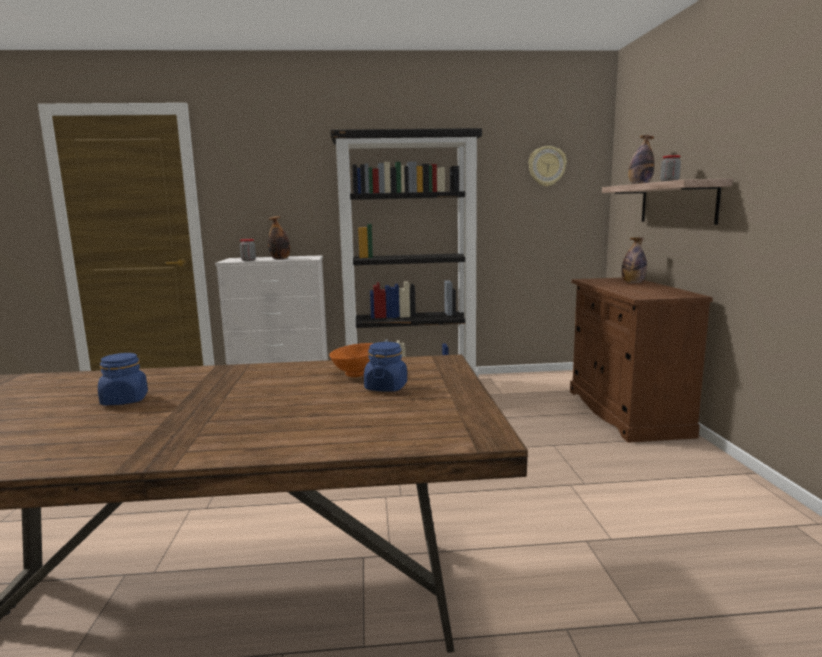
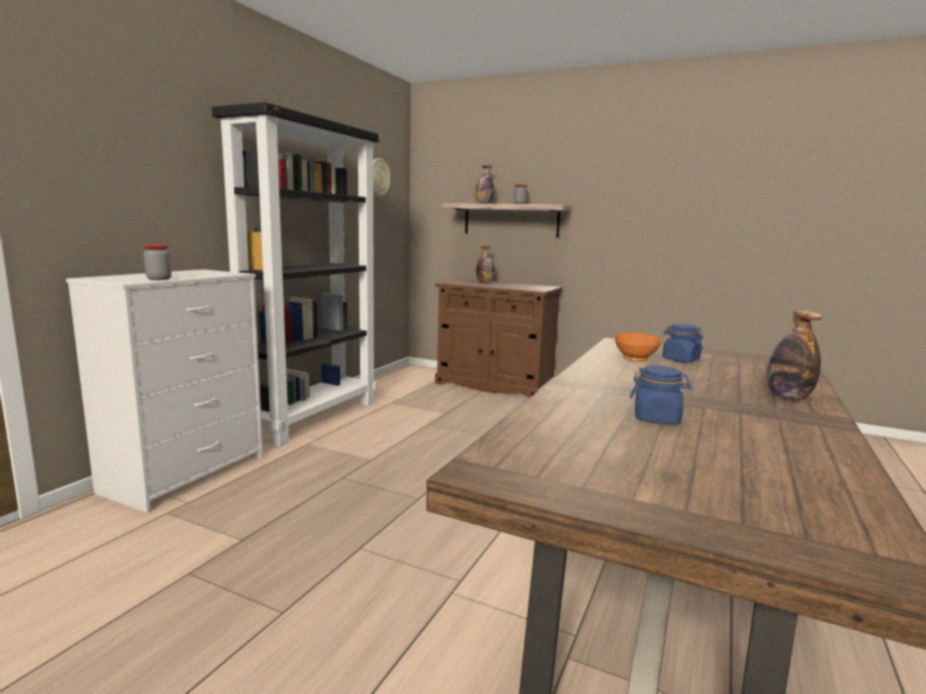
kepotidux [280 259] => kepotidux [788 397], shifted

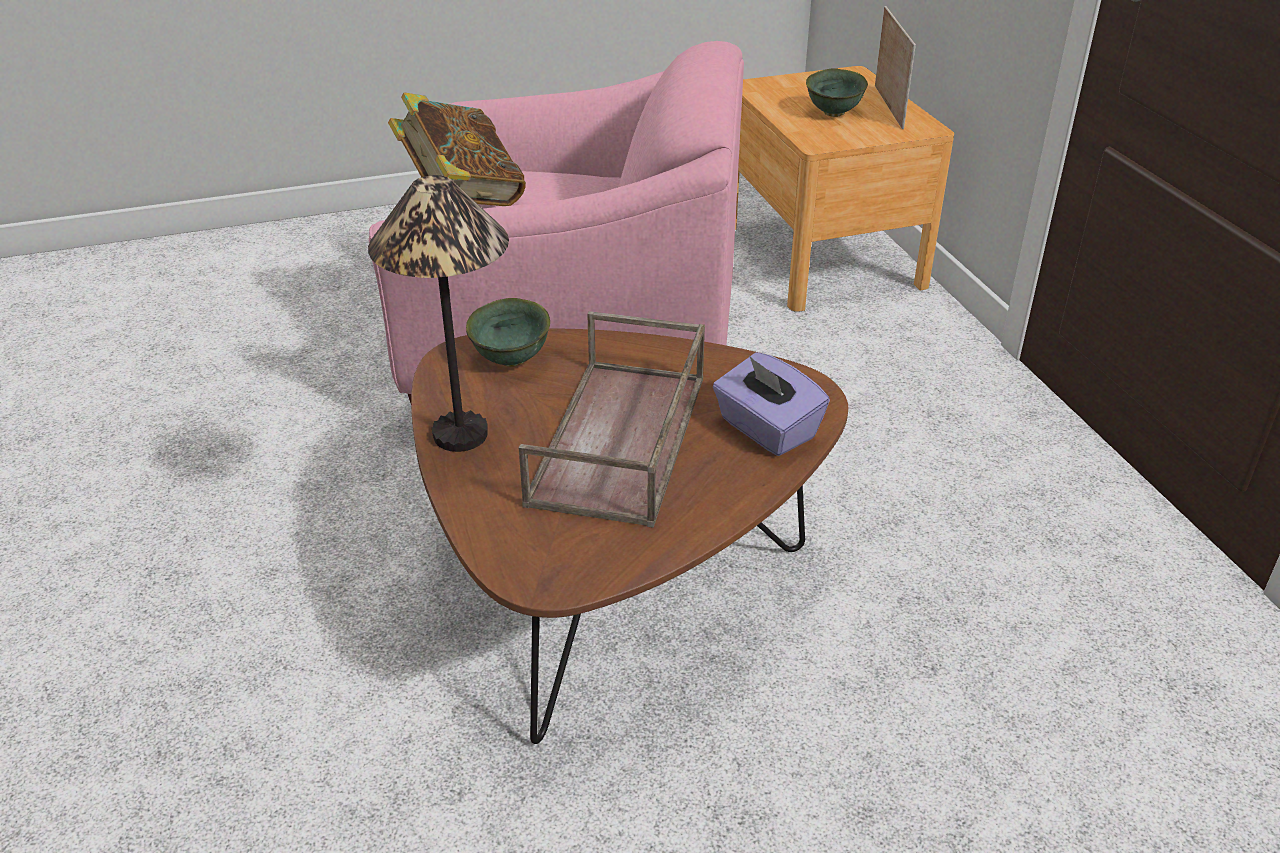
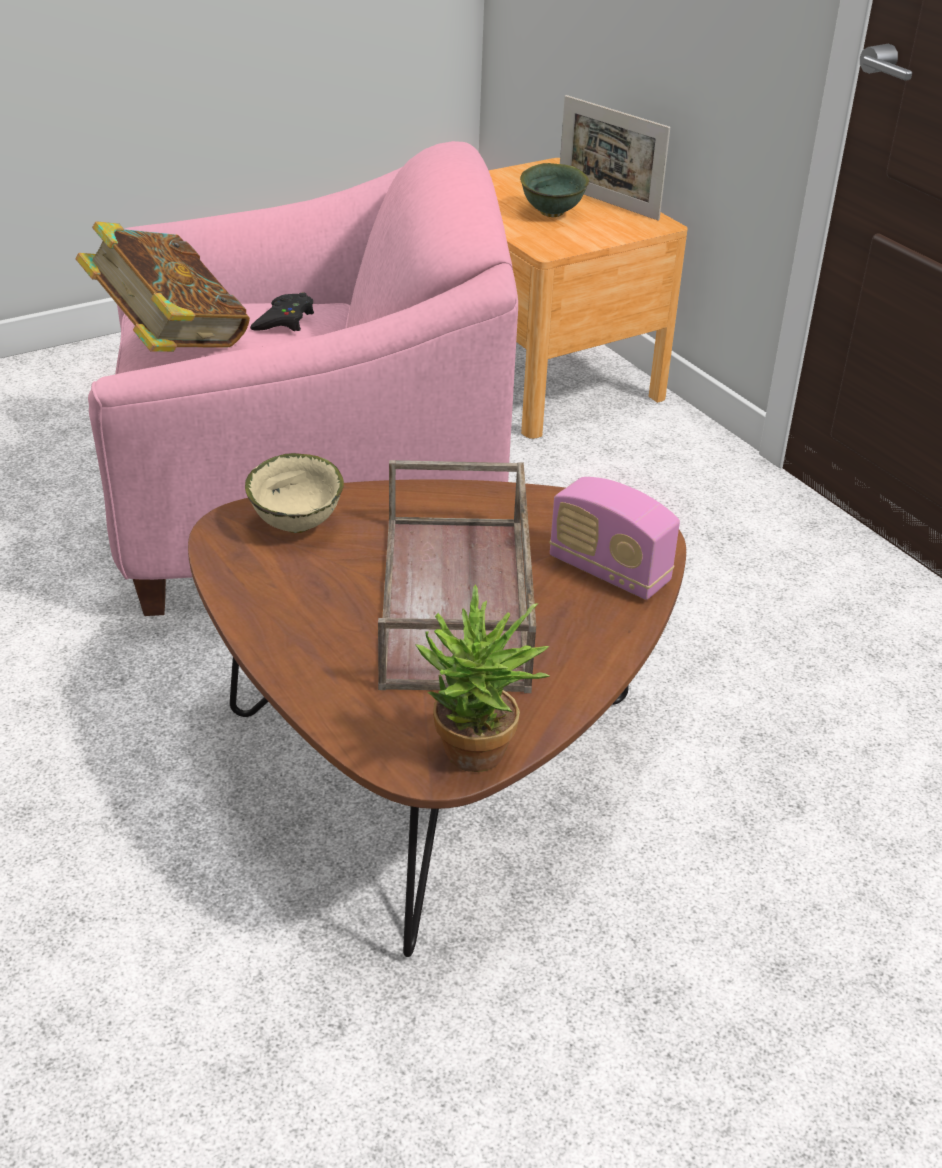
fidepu [888 106] => fidepu [607 202], 150 degrees clockwise
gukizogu [459 436] => nothing
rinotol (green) [513 360] => rinotol (beige) [298 525]
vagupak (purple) [766 430] => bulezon [609 571]
nothing => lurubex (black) [284 320]
nothing => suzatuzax [475 761]

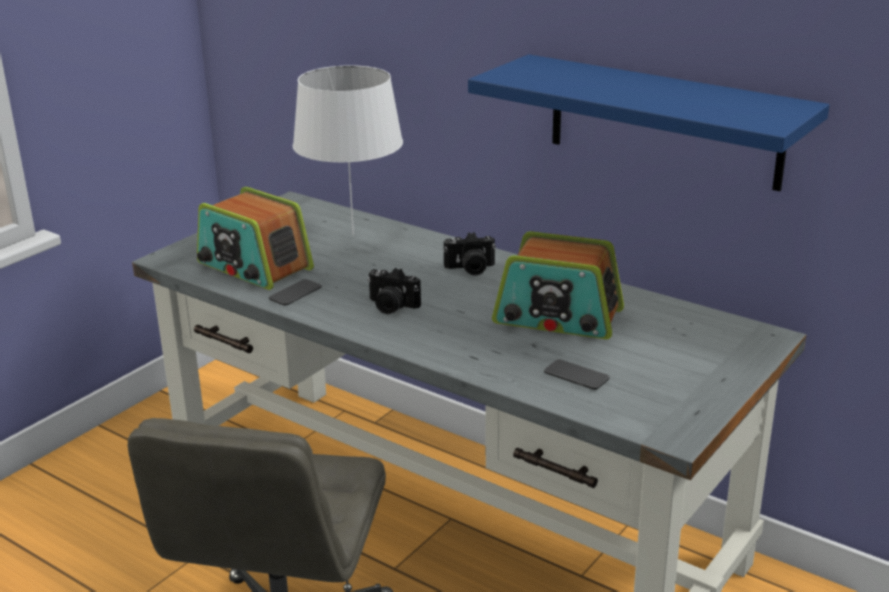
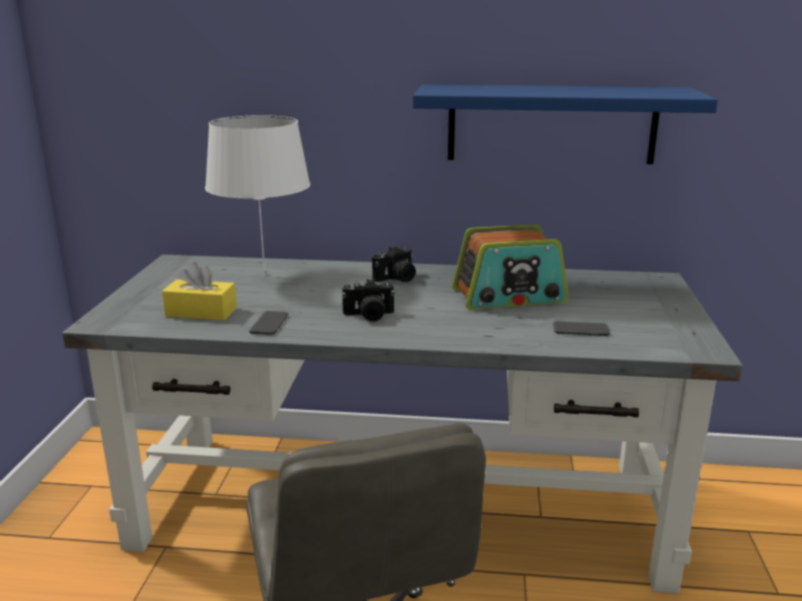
bulezon [254 266] => vagupak (yellow) [201 312]

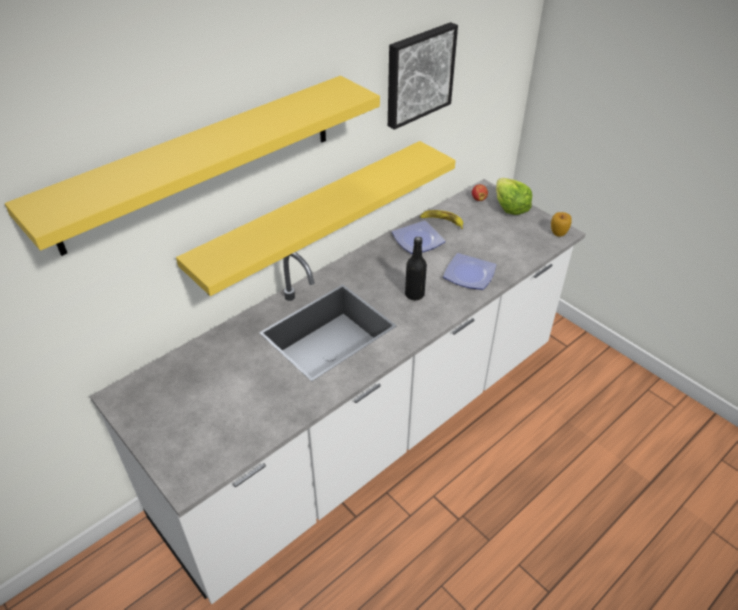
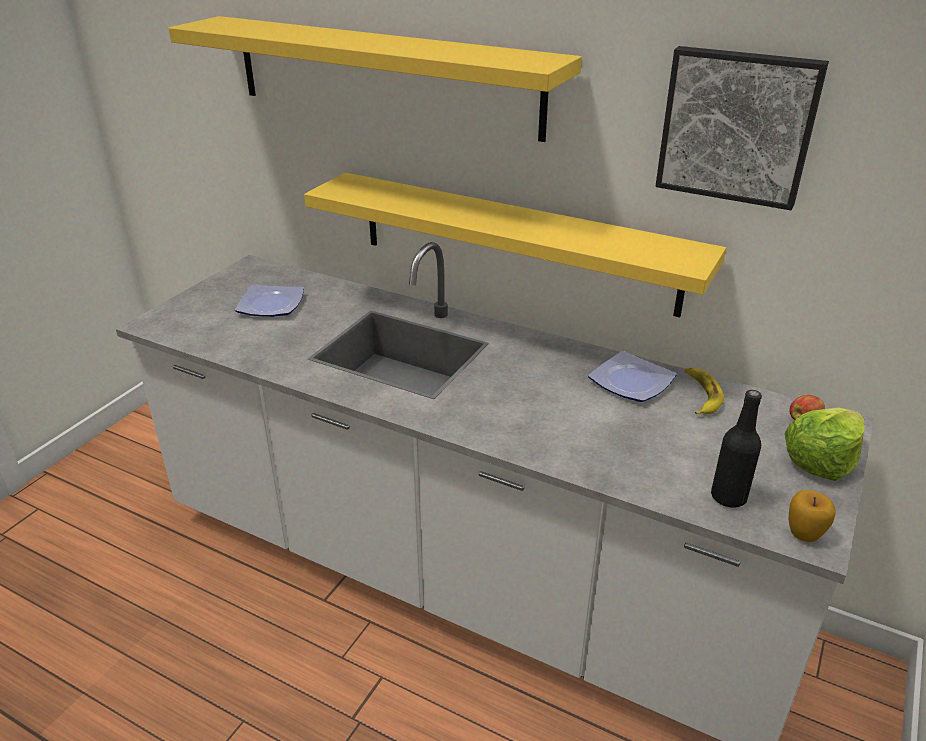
kepotidux (black) [414 294] => kepotidux (black) [728 497], shifted
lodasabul [468 274] => lodasabul [272 304], shifted

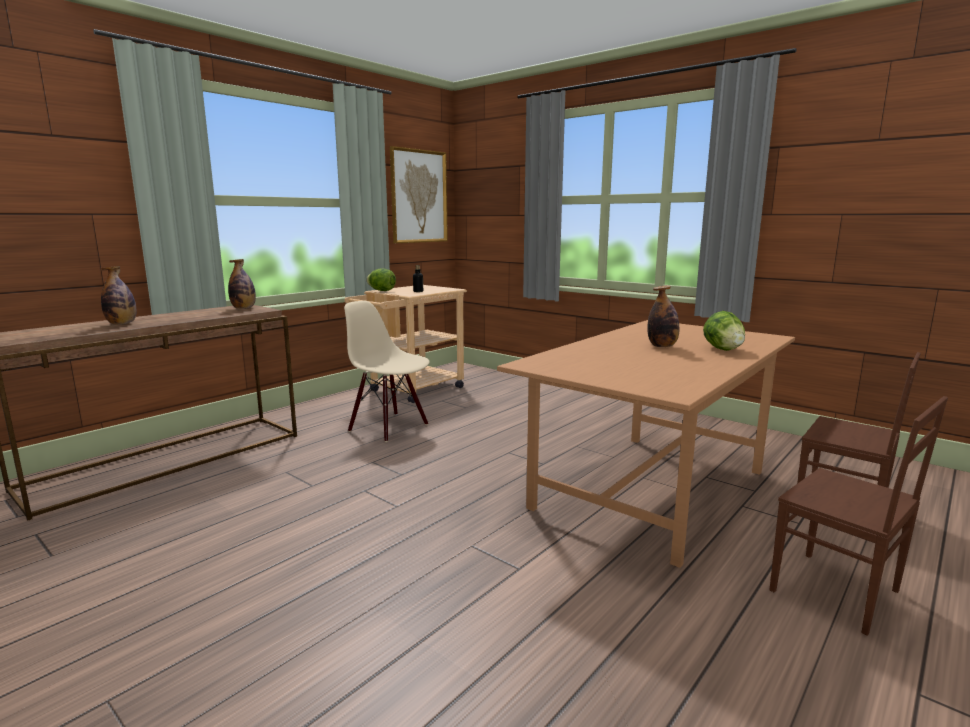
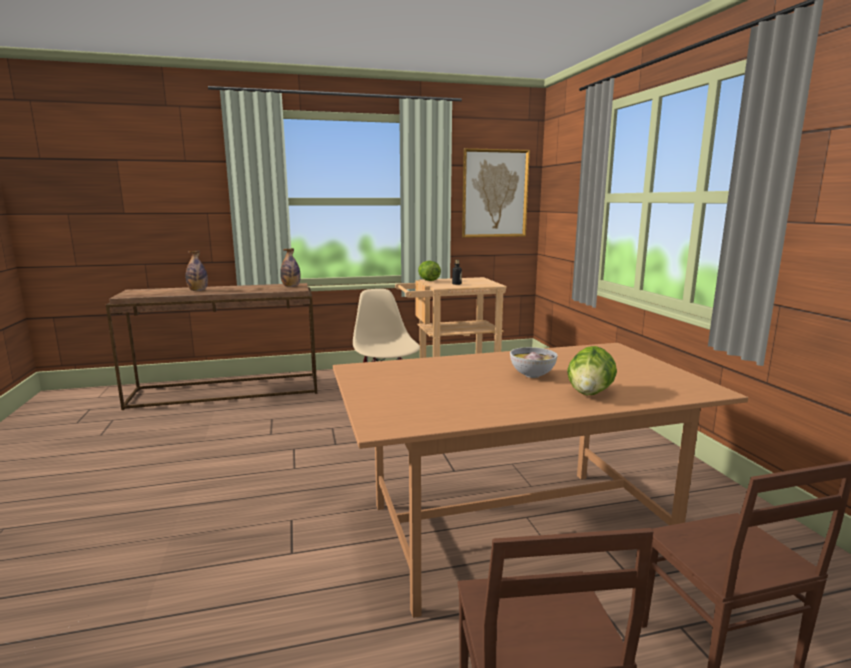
kepotidux [662 346] => rinotol [532 375]

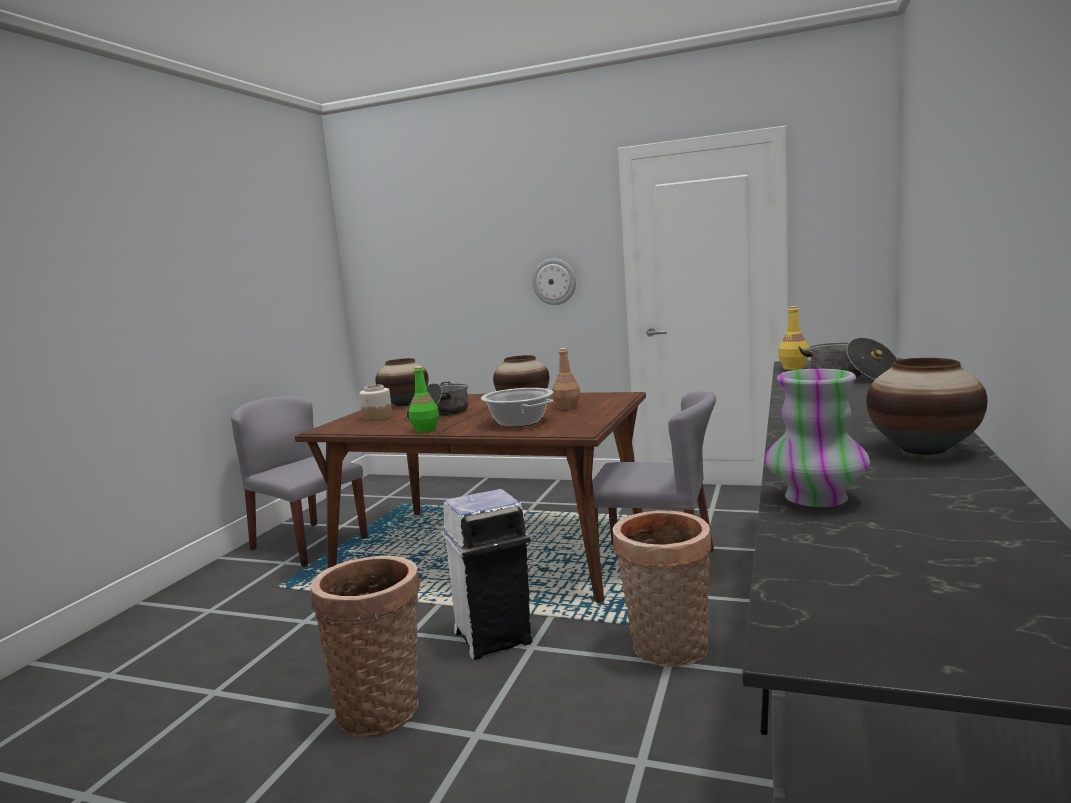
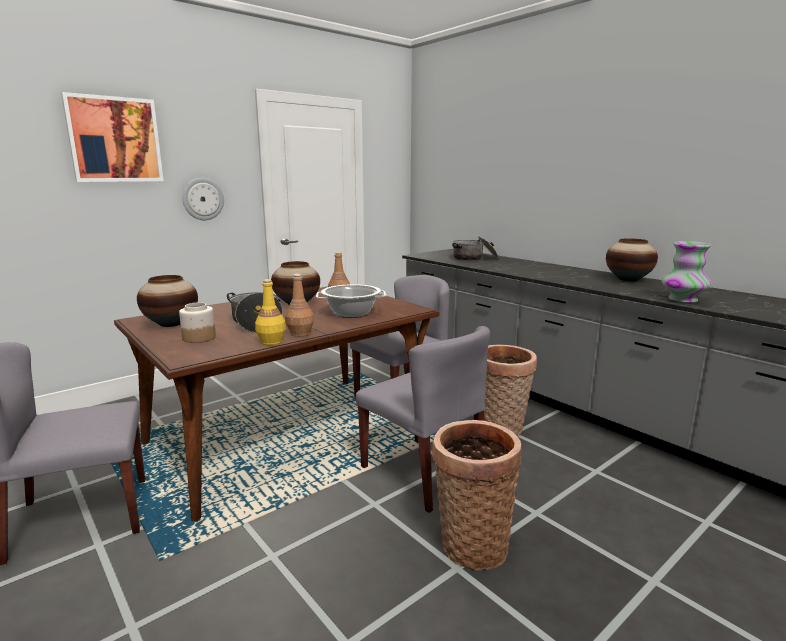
kepotidux (yellow) [793 368] => kepotidux (yellow) [271 342], shifted
kepotidux (green) [425 430] => kepotidux (brown) [300 333]
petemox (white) [494 637] => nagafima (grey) [424 472]
nothing => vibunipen [115 140]

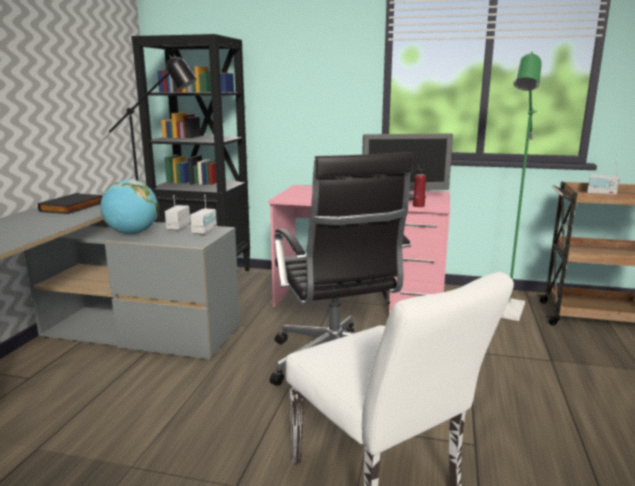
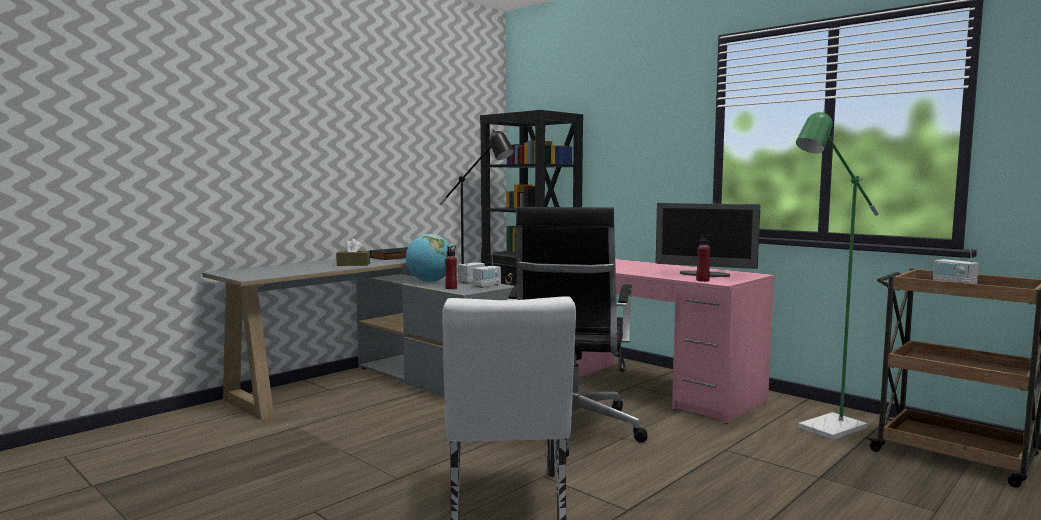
nothing => vagupak (brown) [353 264]
nothing => kepotidux (red) [451 288]

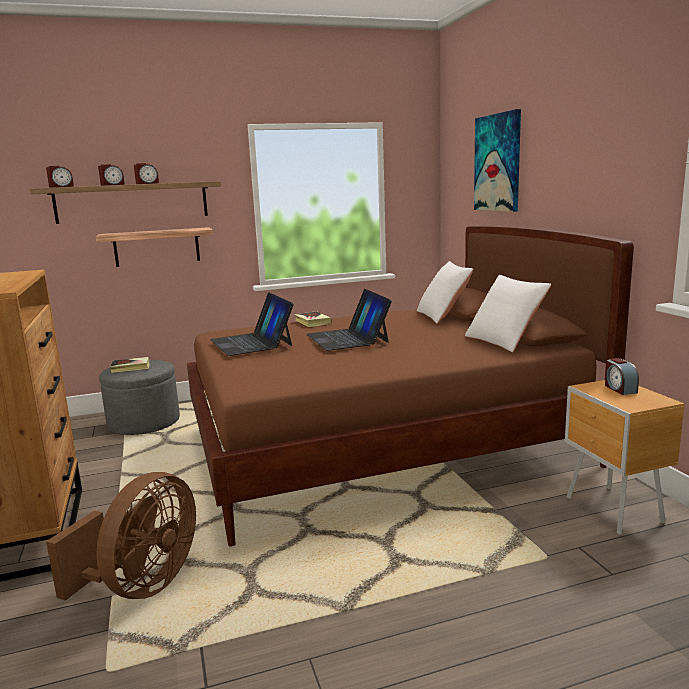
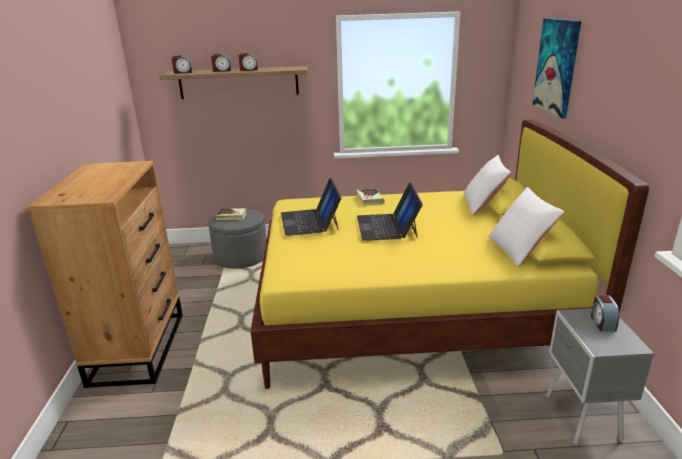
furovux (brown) [382 447] => furovux (yellow) [411 312]
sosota [157 247] => nothing
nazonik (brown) [614 511] => nazonik (grey) [582 419]
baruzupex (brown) [142 585] => nothing

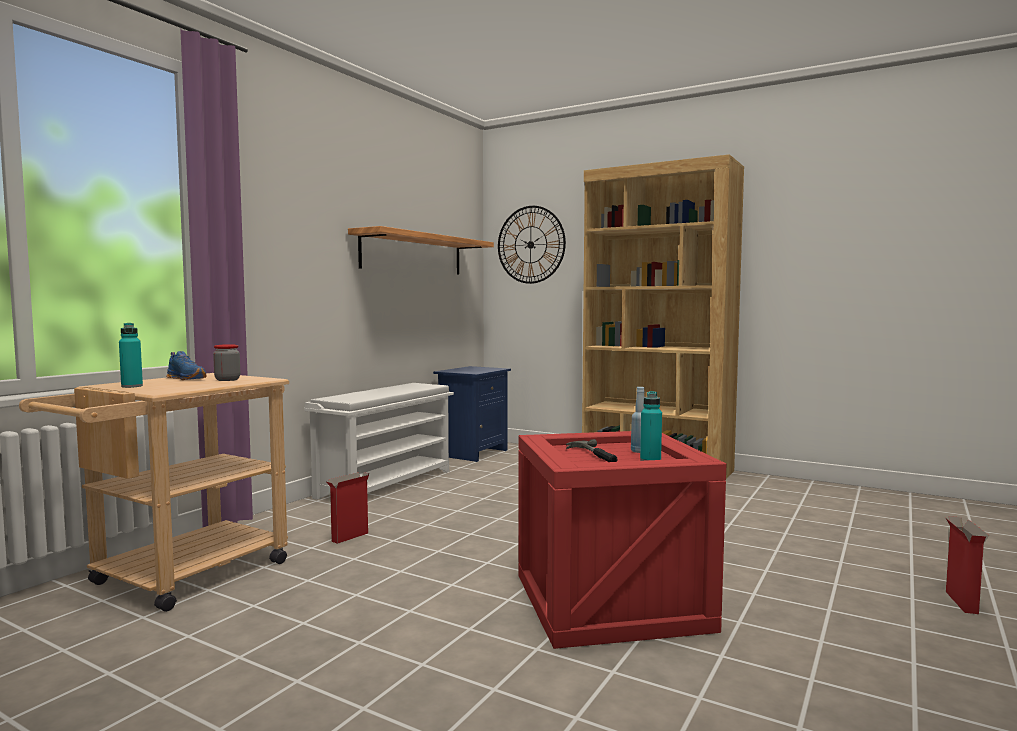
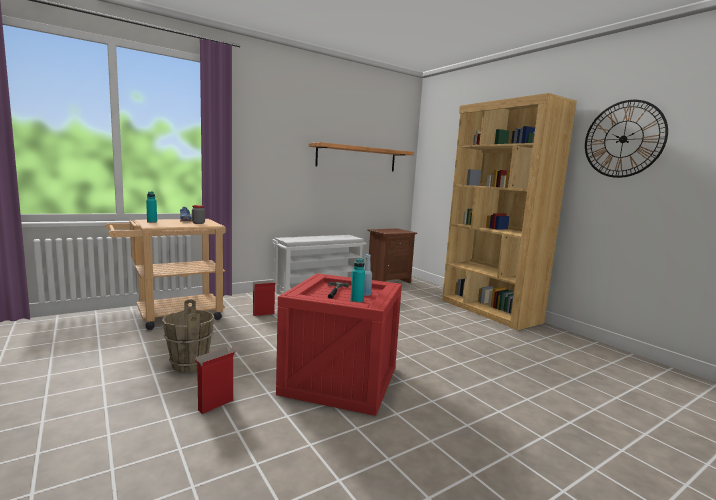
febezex [530 244] => febezex [623 139], shifted
nazonik (blue) [472 453] => nazonik (brown) [388 281]
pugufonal [961 602] => pugufonal [216 405], shifted
nothing => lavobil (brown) [189 364]

